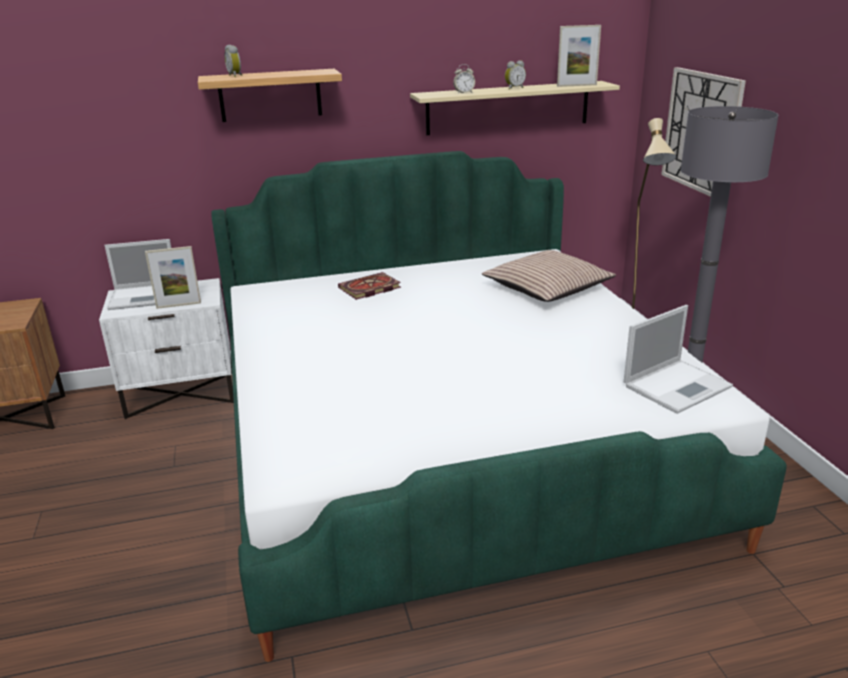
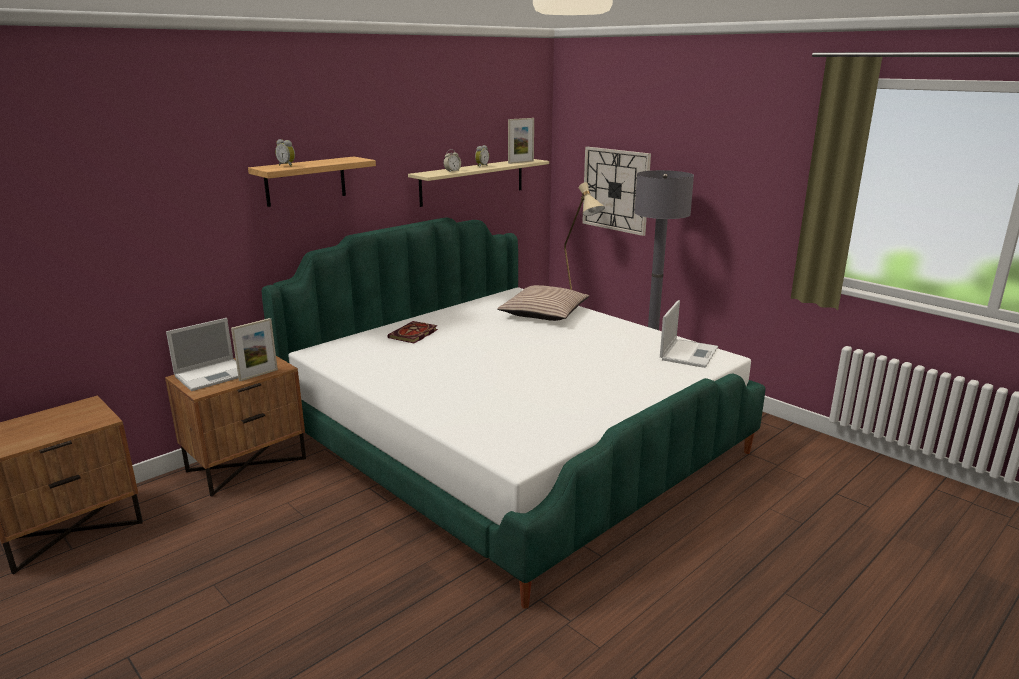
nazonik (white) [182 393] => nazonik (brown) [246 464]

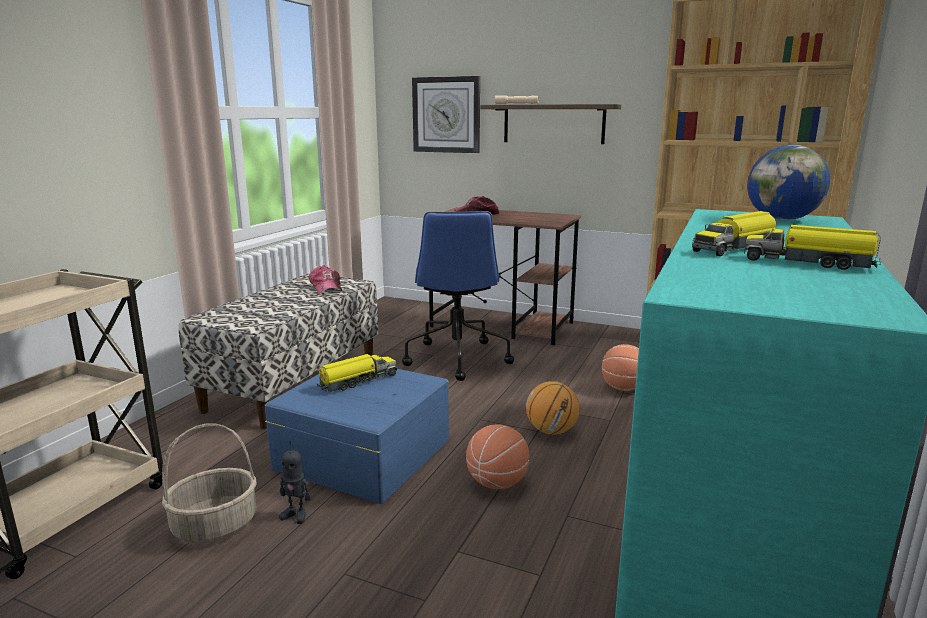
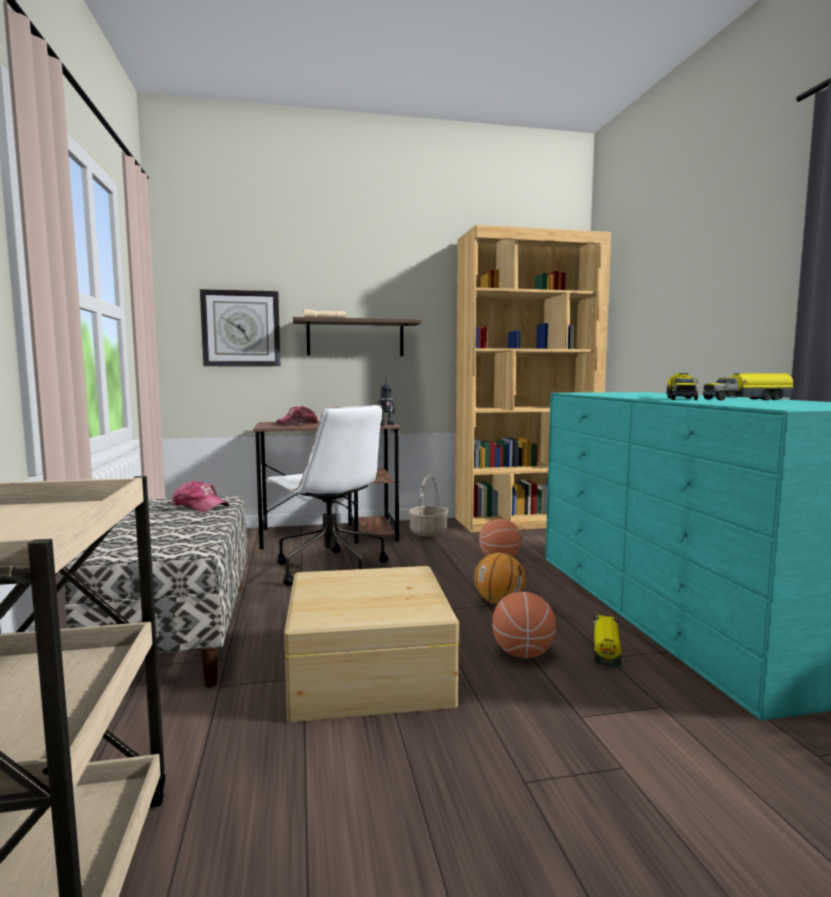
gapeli [782 219] => nothing
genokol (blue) [456 358] => genokol (white) [329 568]
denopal [357 381] => denopal [606 648], shifted
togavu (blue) [362 453] => togavu (beige) [367 671]
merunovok [214 526] => merunovok [428 532], shifted
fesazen [296 515] => fesazen [386 424], shifted

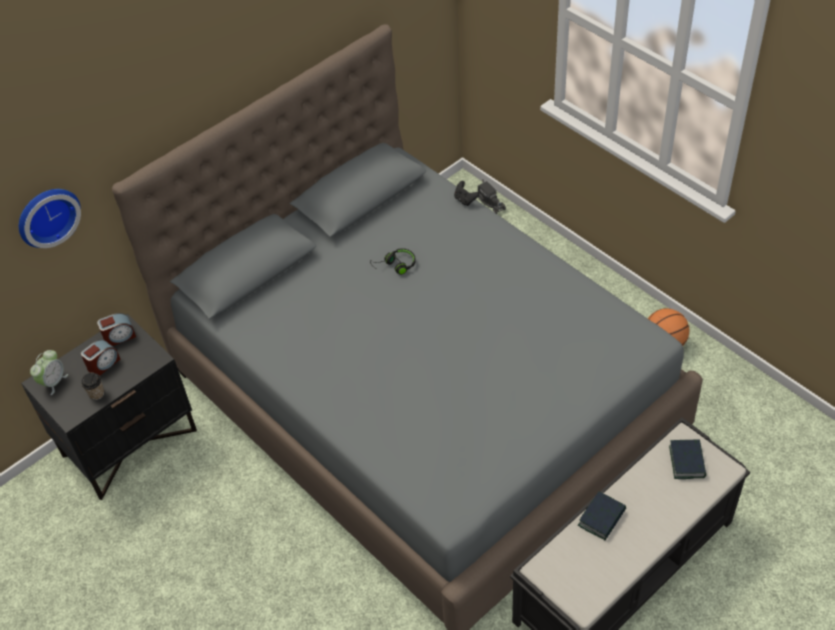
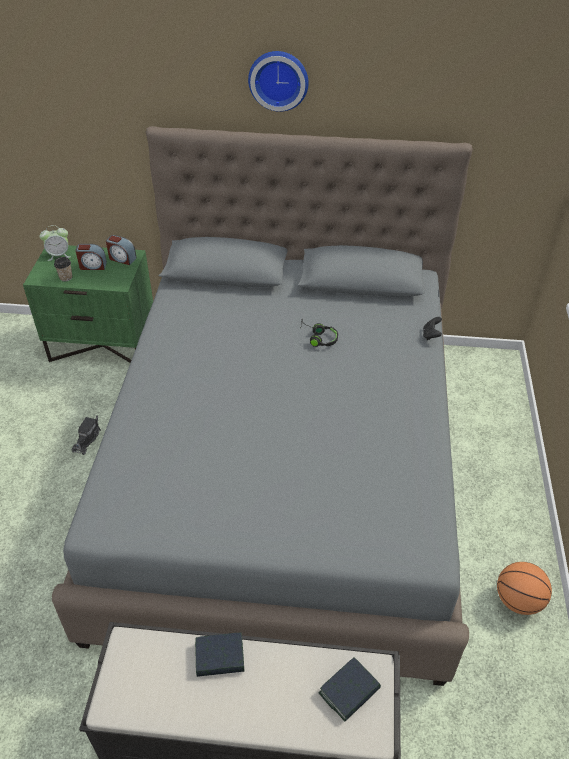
denopal [490 202] => denopal [87 440], shifted
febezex [46 215] => febezex [278 79], shifted
nazonik (black) [129 442] => nazonik (green) [104 344]

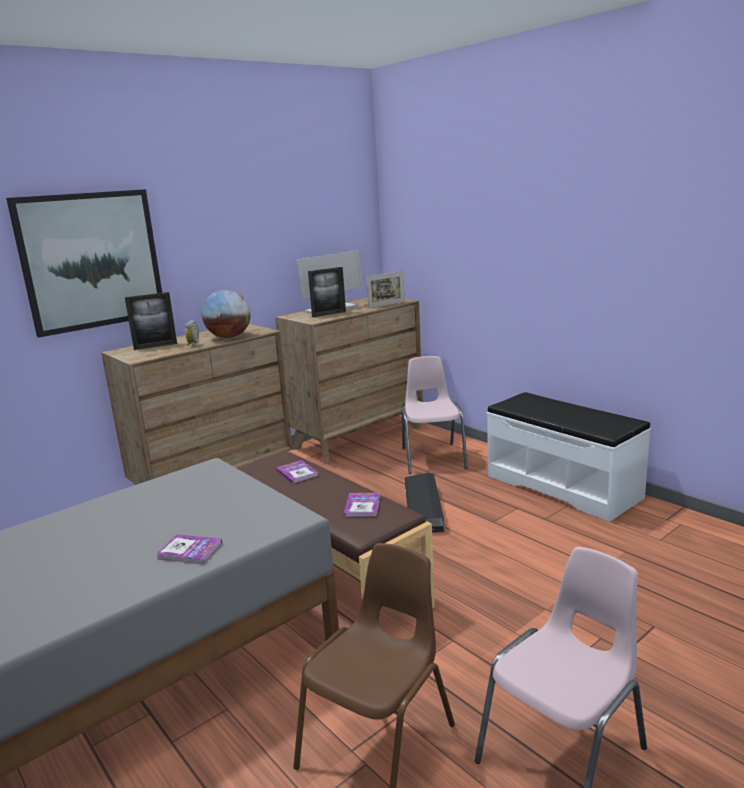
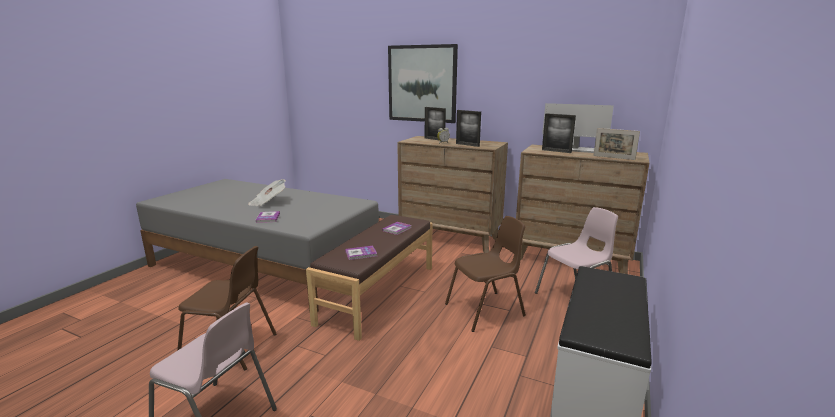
gapeli [229 337] => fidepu [467 145]
togavu (black) [423 508] => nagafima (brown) [486 310]
nothing => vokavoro [268 202]

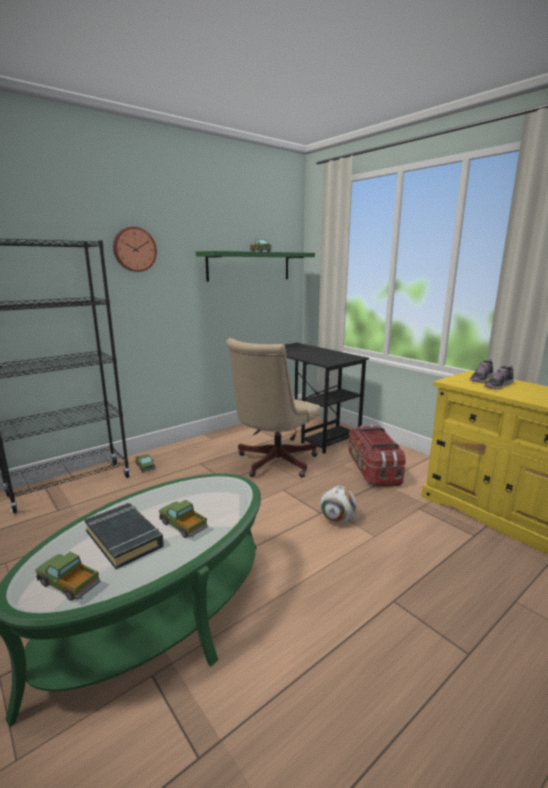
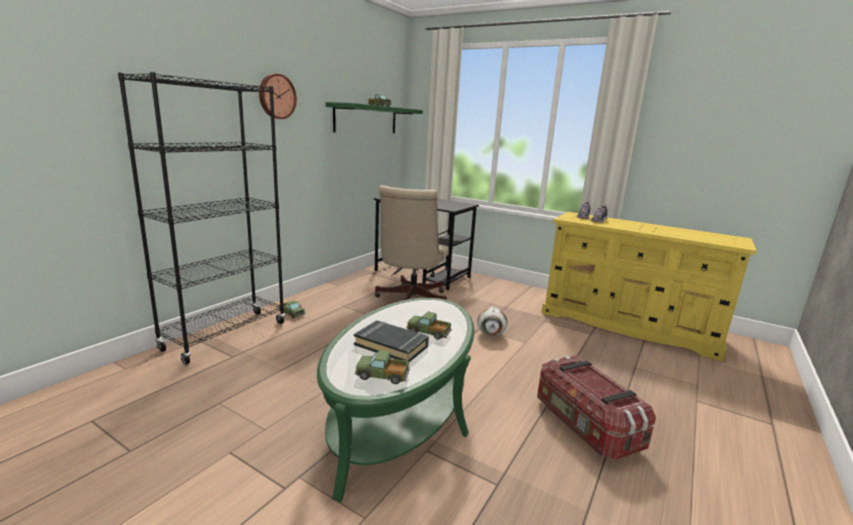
togavu [373 470] => togavu [584 425], shifted

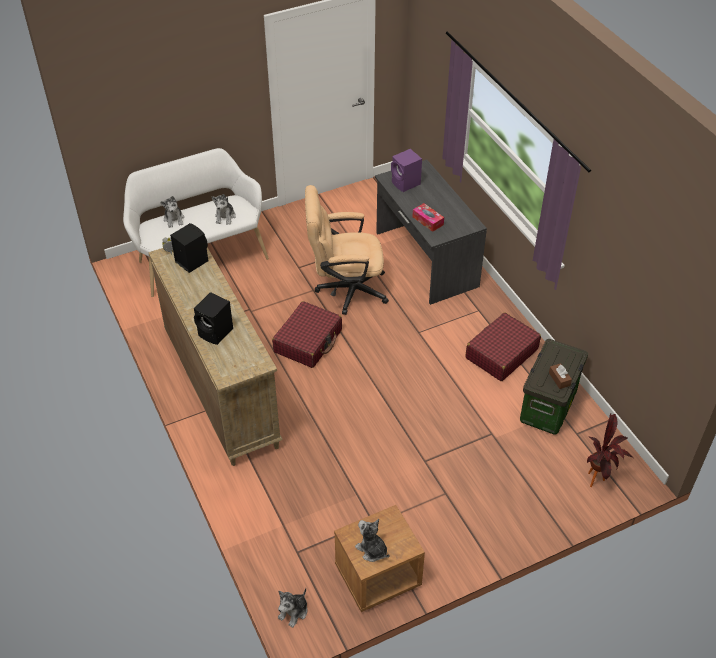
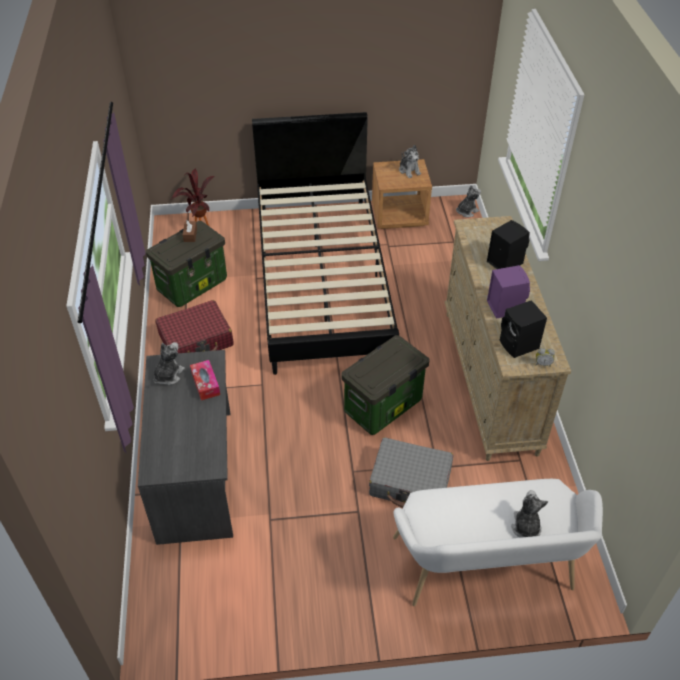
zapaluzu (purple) [406 184] => zapaluzu (purple) [504 306], shifted
genokol (beige) [345 289] => nothing
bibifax [225 217] => bibifax [168 375], shifted
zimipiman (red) [308 341] => togavu [383 407]
nothing => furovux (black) [322 281]
nothing => zimipiman (grey) [410 482]

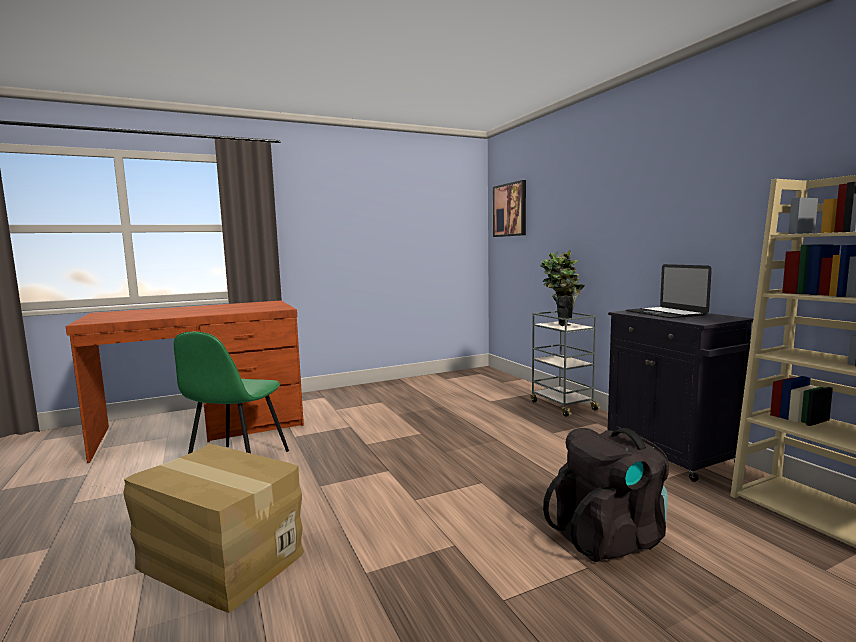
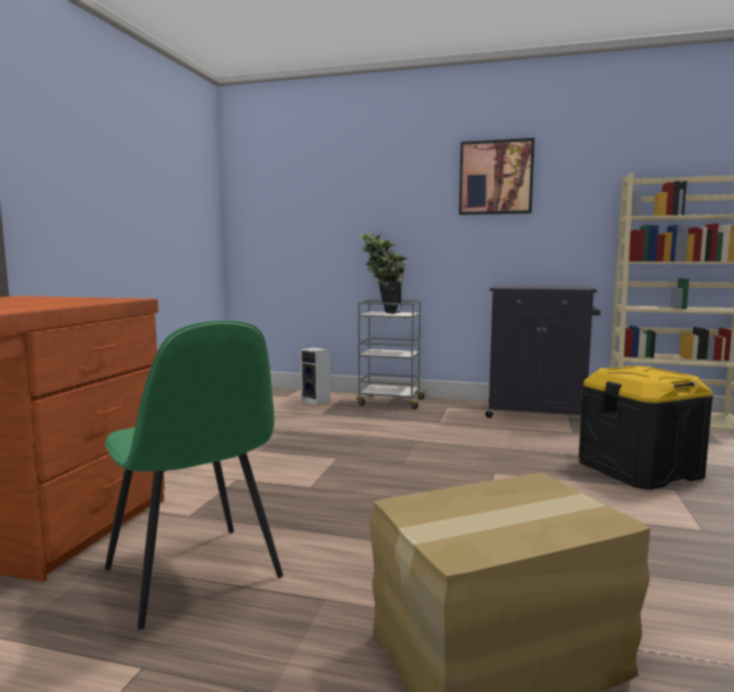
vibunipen [510 210] => vibunipen [496 177], shifted
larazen [665 313] => nothing
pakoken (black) [609 537] => togavu (black) [639 469]
nothing => zapaluzu [317 401]

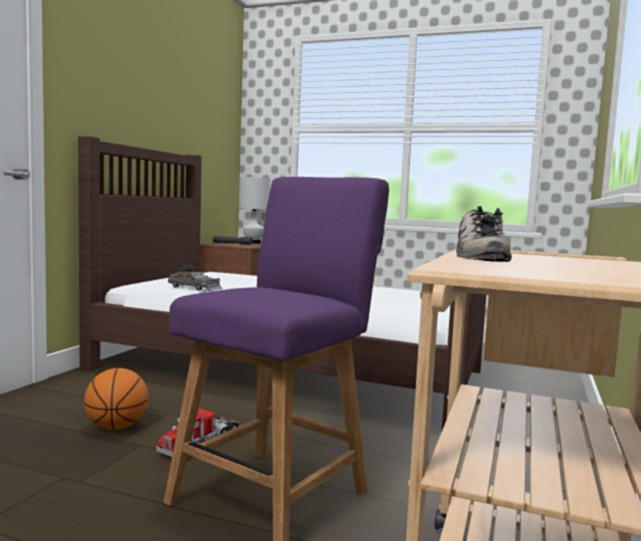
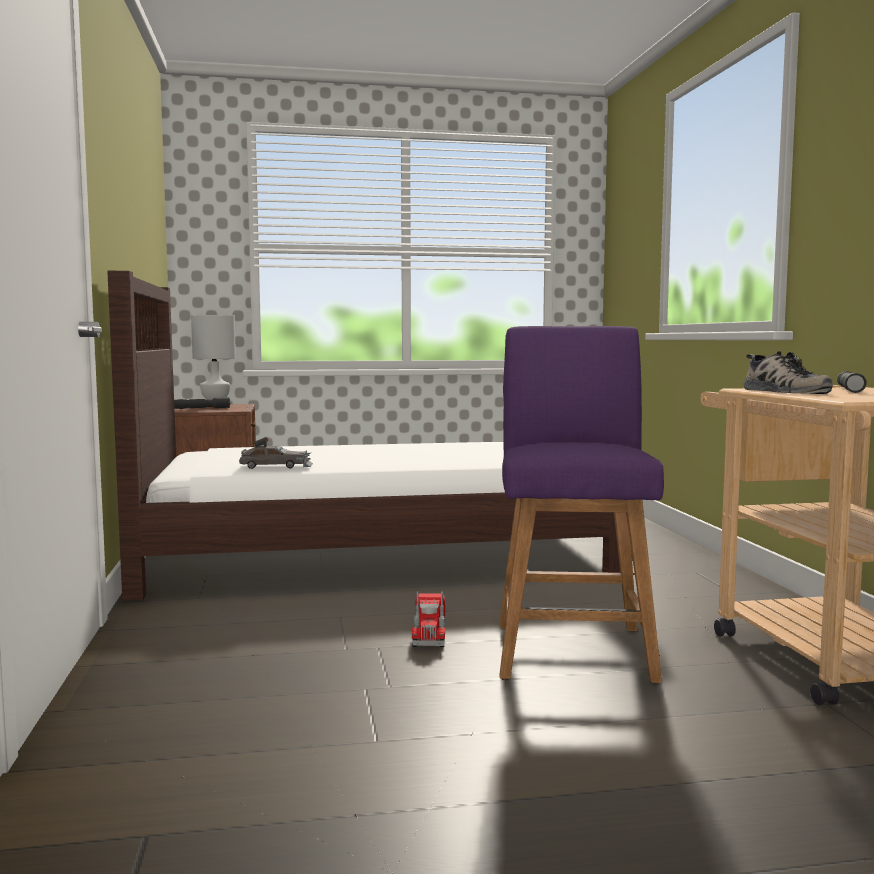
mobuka [116 427] => nothing
nothing => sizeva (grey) [849 390]

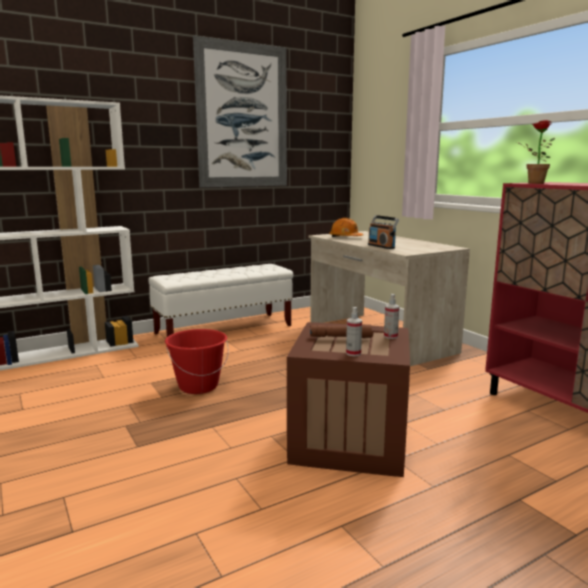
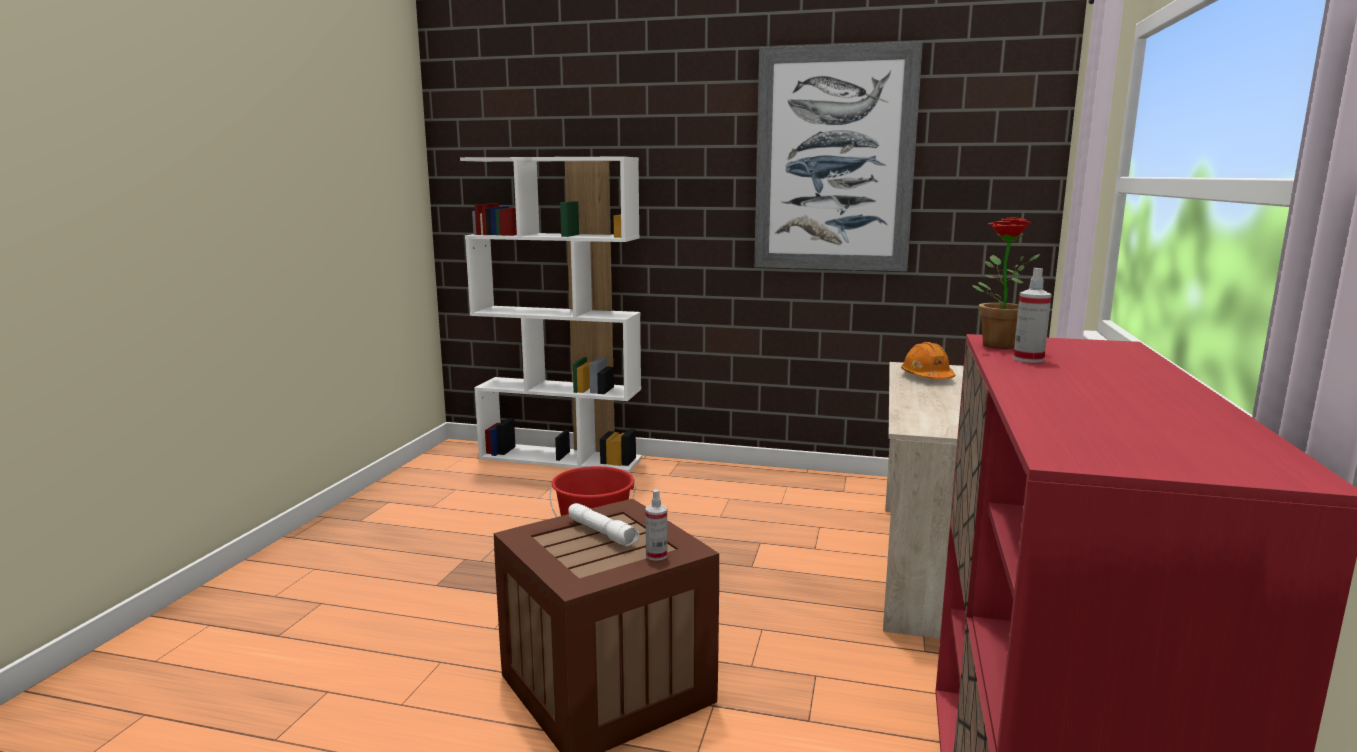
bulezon [381 246] => nothing
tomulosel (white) [224 330] => nothing
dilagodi [353 353] => dilagodi [1028 359], shifted
sizeva (brown) [341 337] => sizeva (white) [603 533]

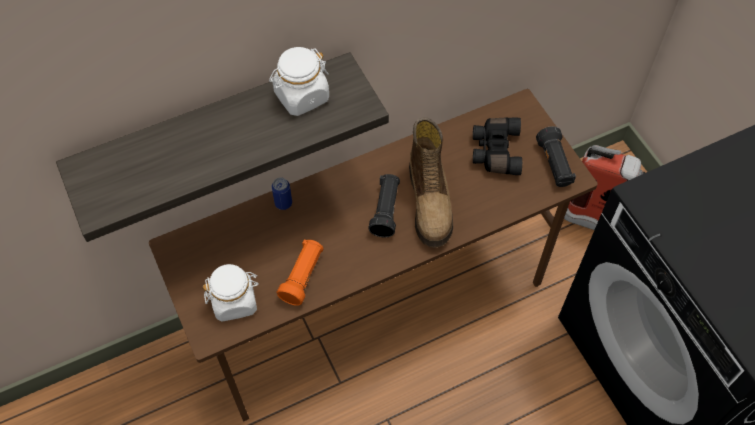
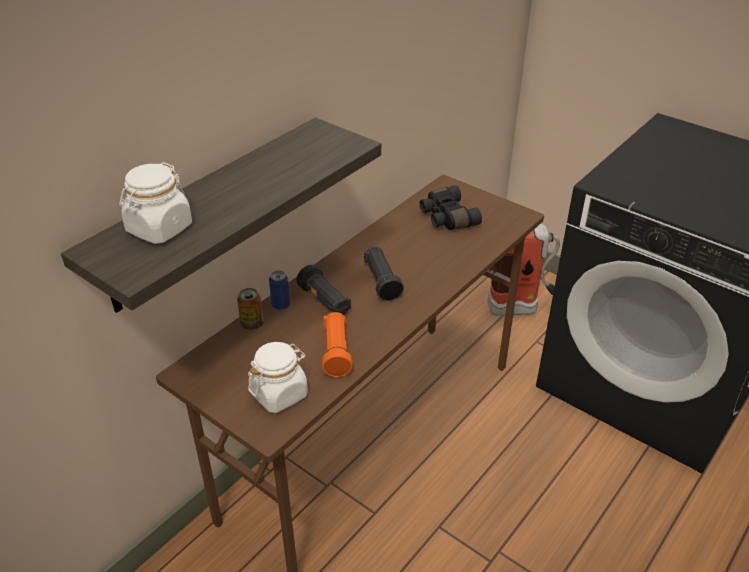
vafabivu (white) [301 96] => vafabivu (white) [159 229], shifted
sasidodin [430 202] => nothing
sizeva (black) [554 165] => sizeva (black) [325 302], shifted
nothing => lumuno [252 324]

